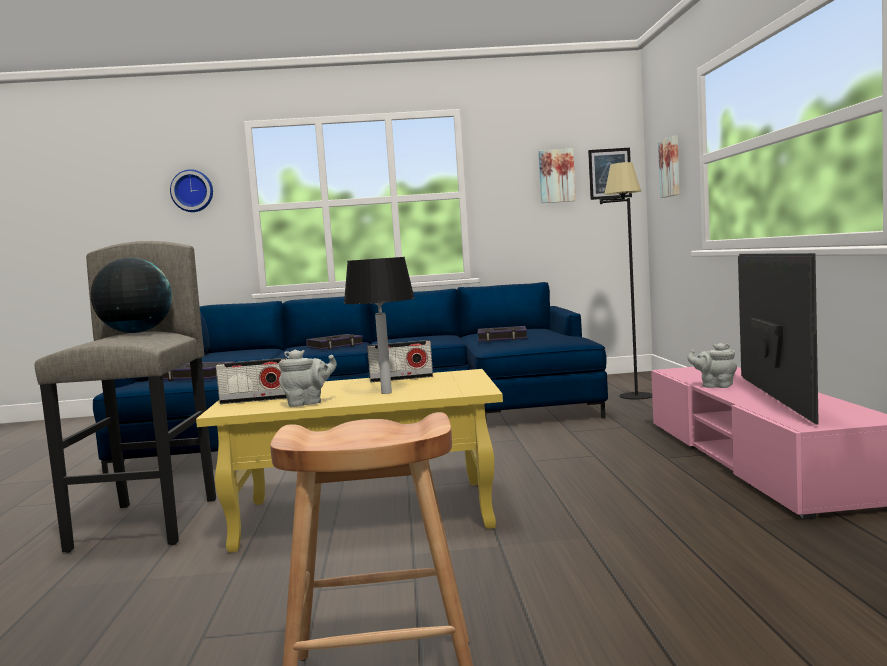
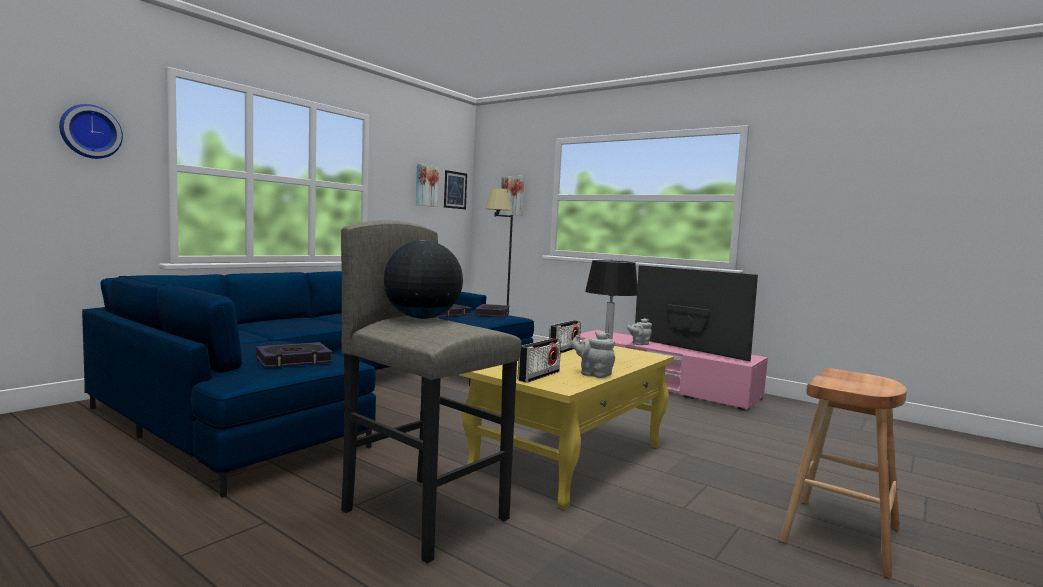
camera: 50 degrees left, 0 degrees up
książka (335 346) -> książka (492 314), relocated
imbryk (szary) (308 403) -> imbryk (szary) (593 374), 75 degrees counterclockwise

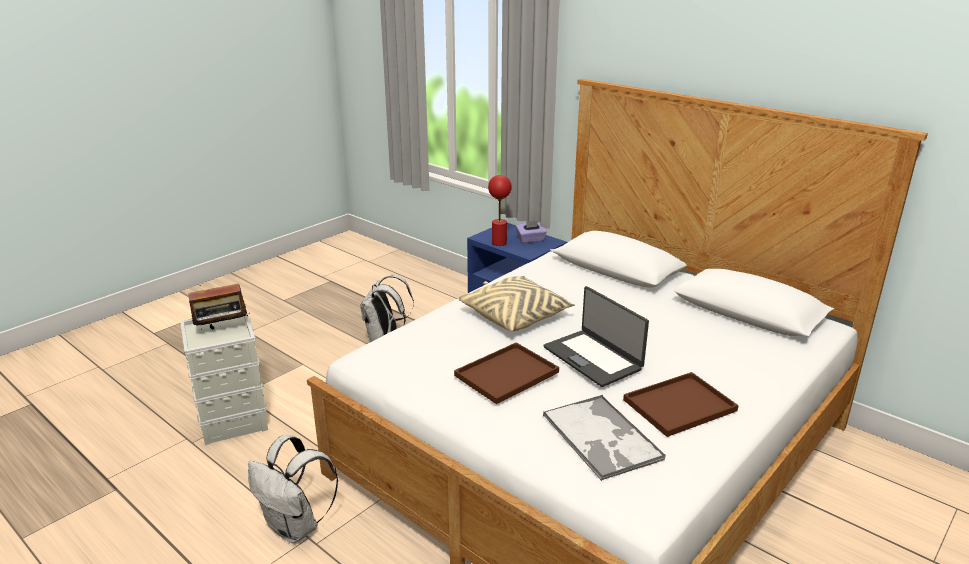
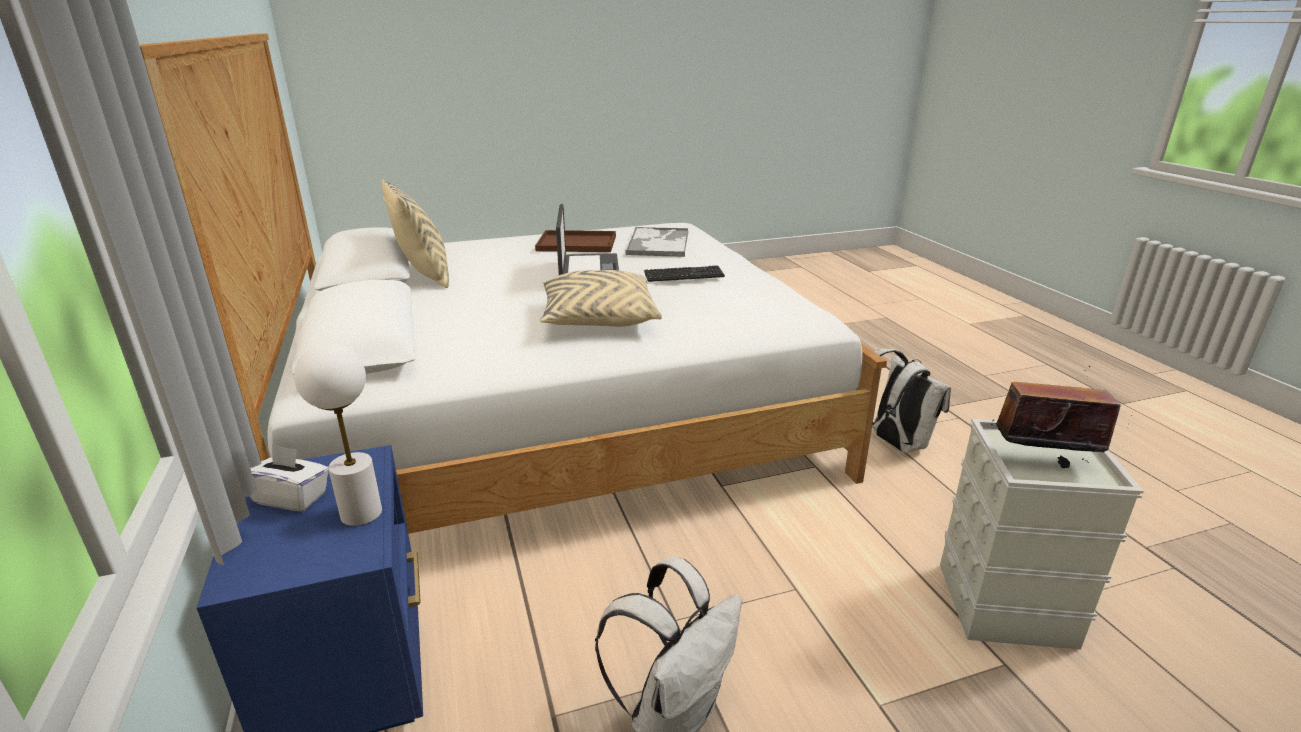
camera: 150 degrees left, 0 degrees up
none -> poduszka (beżowy) (424 276)
taca (brązowy) (506 375) -> klawiatura (684 275)
lampa stołowa (czerwony) (499 243) -> lampa stołowa (biały) (360 513)
pudełko chusteczek (fioletowy) (531 240) -> pudełko chusteczek (biały) (291 497)

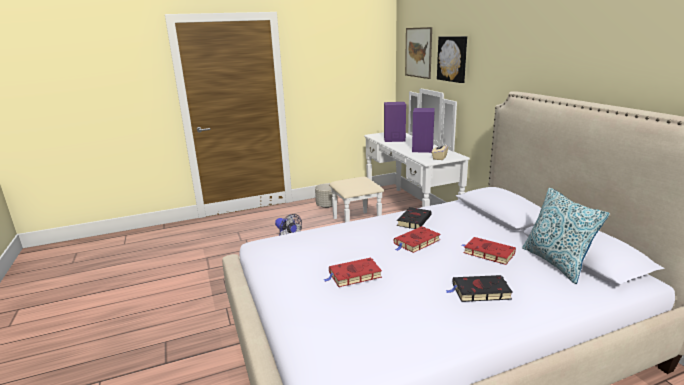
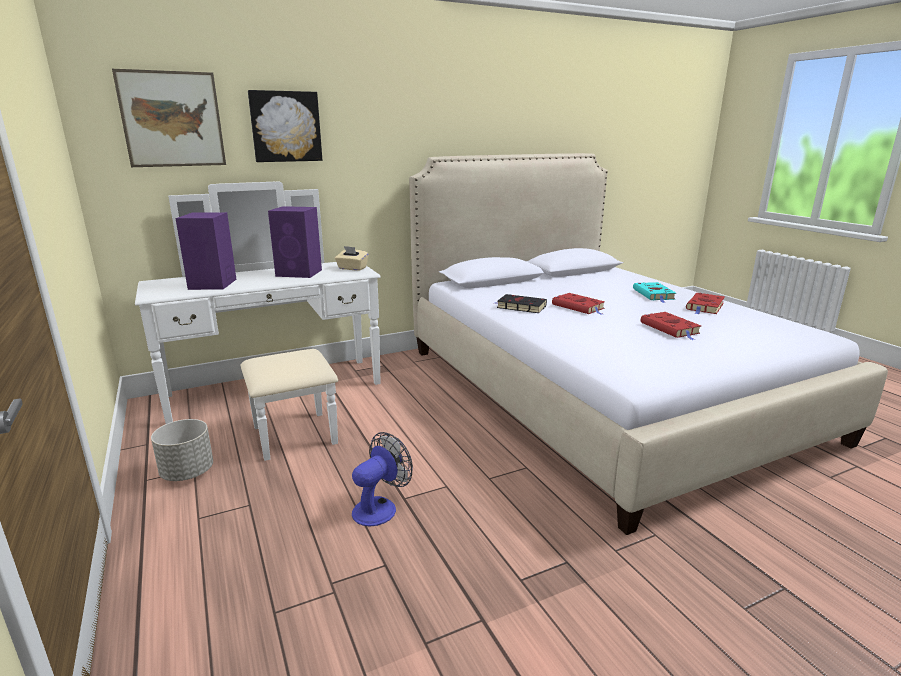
camera: 95 degrees left, 0 degrees up
poduszka (556 263) -> none
książka (czerwony) (487 253) -> książka (czerwony) (705 307), relocated
książka (czarny) (479 291) -> książka (turkusowy) (654 295)

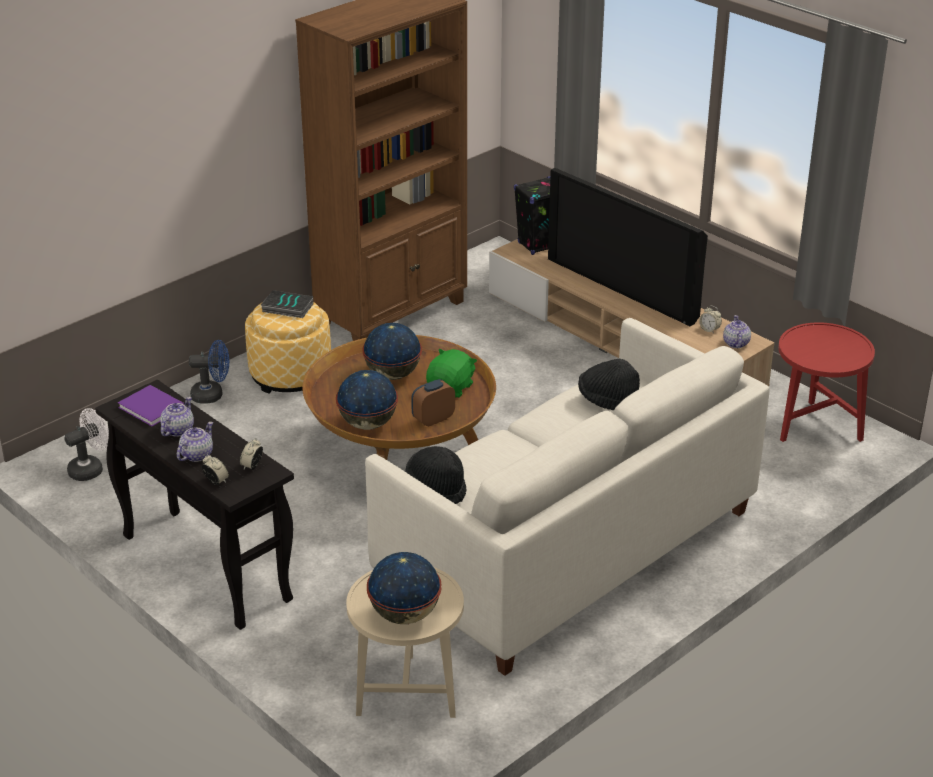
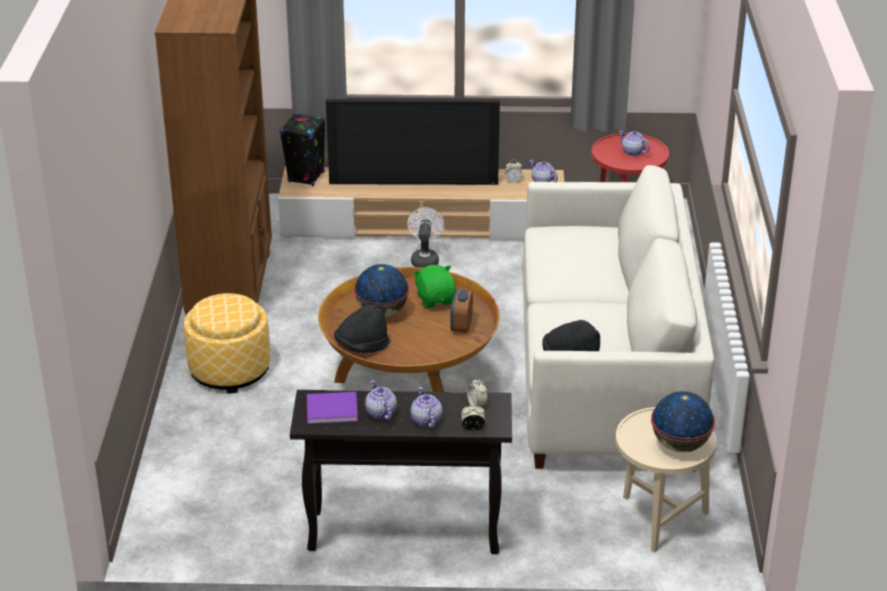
camera: 45 degrees left, 0 degrees up
wentylator (niebieski) (212 395) -> none
książka (287 308) -> none
globus (367 424) -> none
none -> imbryk (632 152)
wentylator (biały) (90 469) -> wentylator (biały) (425 259), relocated
kapelusz (czarny) (608 401) -> kapelusz (czarny) (362 346), relocated

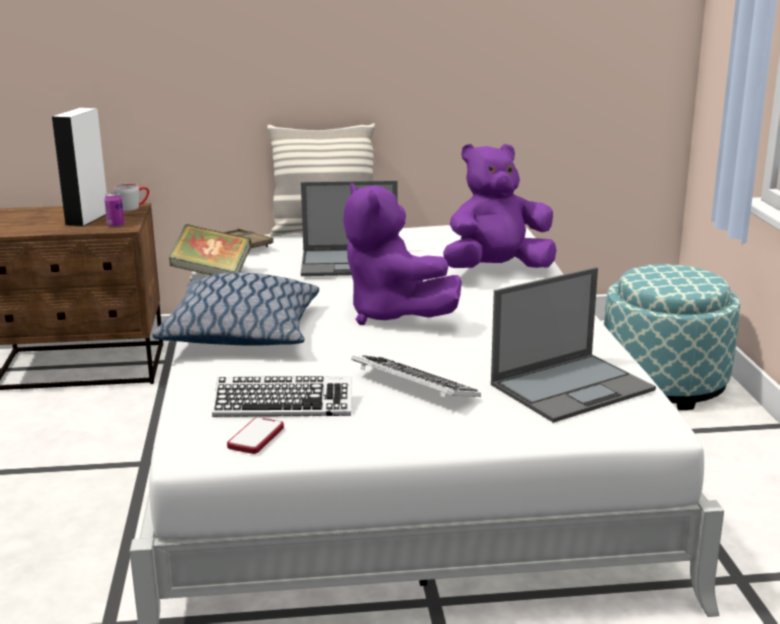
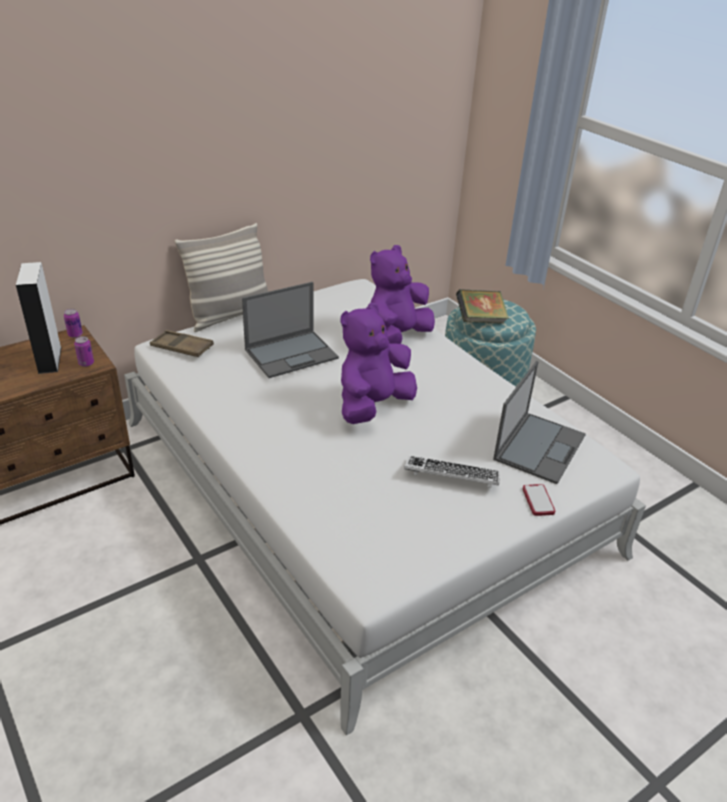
camera: 30 degrees left, 15 degrees up
poduszka (243 333) -> none
klawiatura (283 405) -> none
książka (212 274) -> książka (480 320), relocated
telefon (256 437) -> telefon (538 501), relocated
kubek (szary) (133 207) -> puszka (75 335)
pluszak (fioletowy) (392 315) -> pluszak (fioletowy) (372 406), 105 degrees clockwise

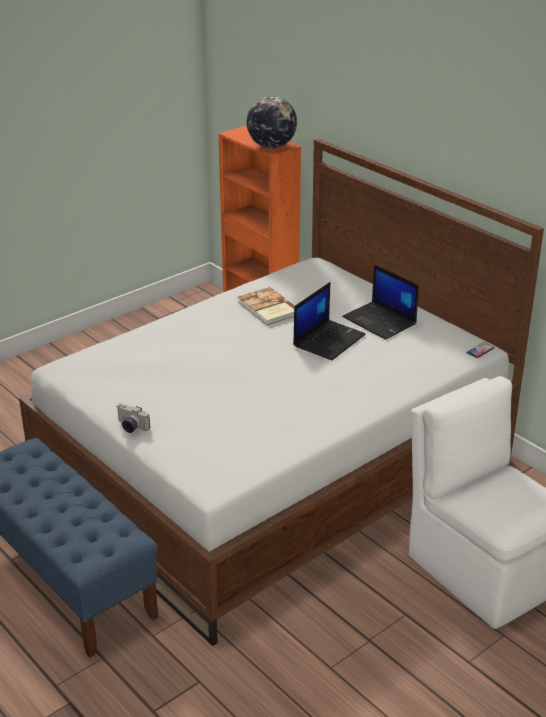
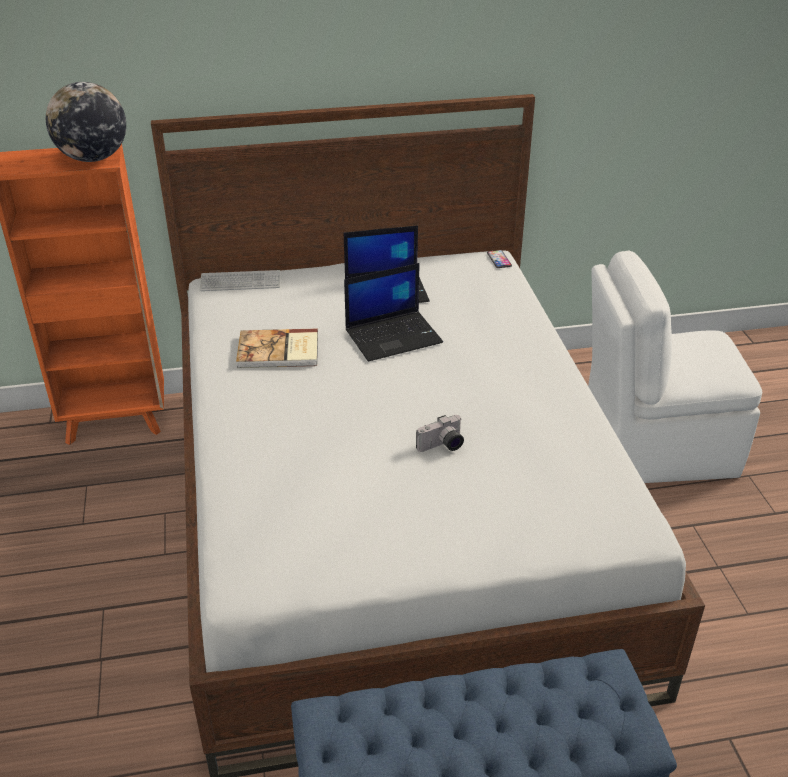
camera: 60 degrees left, 5 degrees up
none -> klawiatura (240 282)
aparat fotograficzny (130 427) -> aparat fotograficzny (442 446), relocated
laptop (329 340) -> laptop (394 336), 90 degrees clockwise

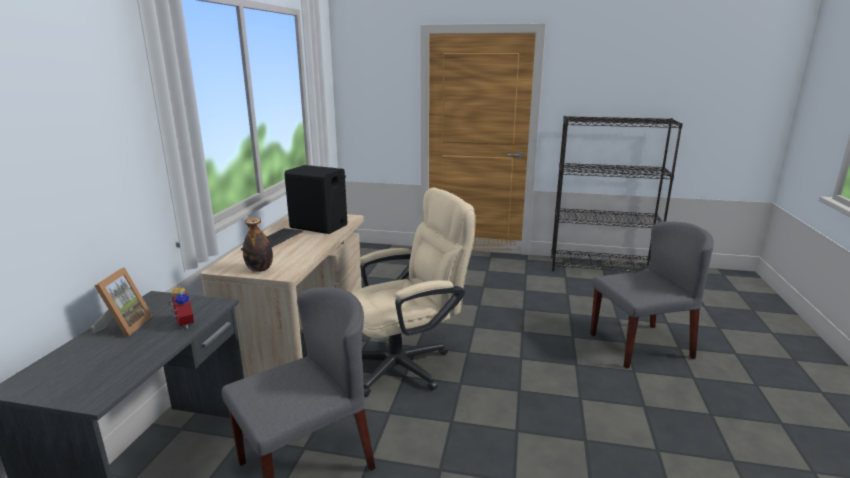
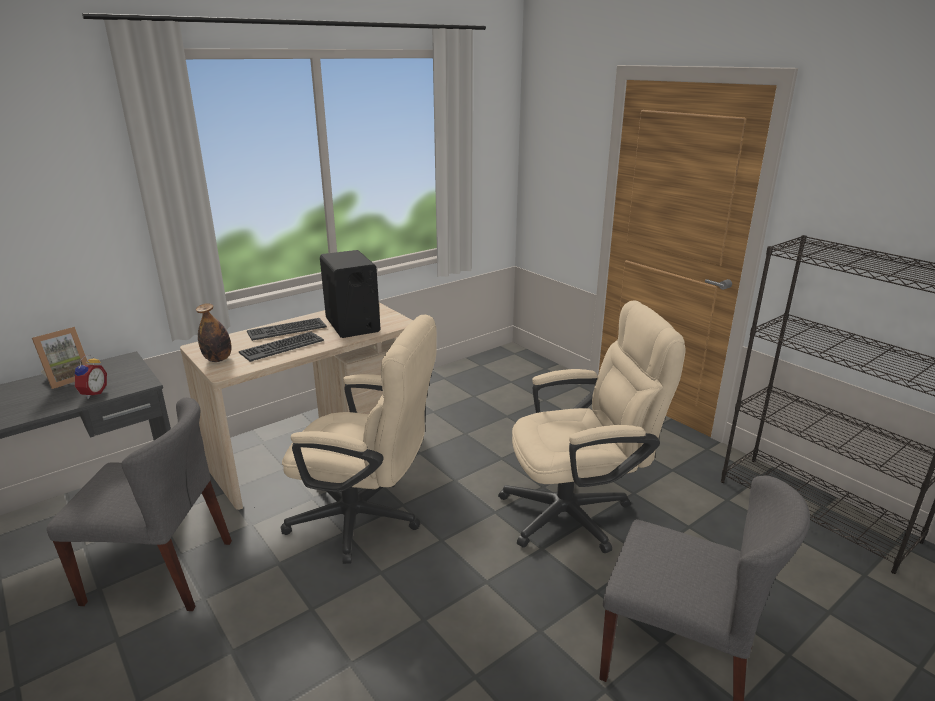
camera: 40 degrees right, 5 degrees up
none -> klawiatura (282 346)
none -> krzesło biurowe (beżowy) (578 512)

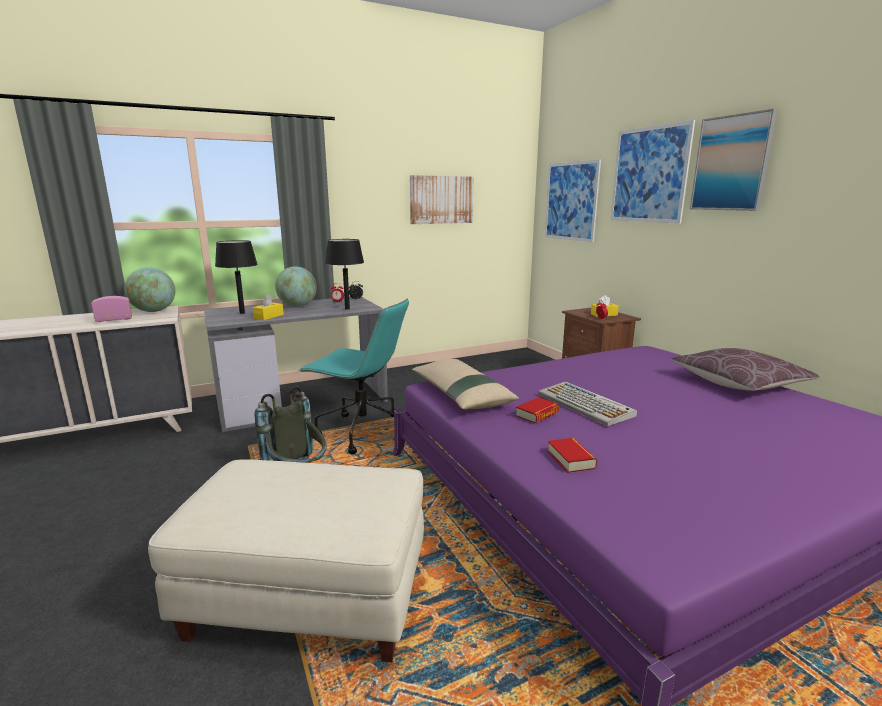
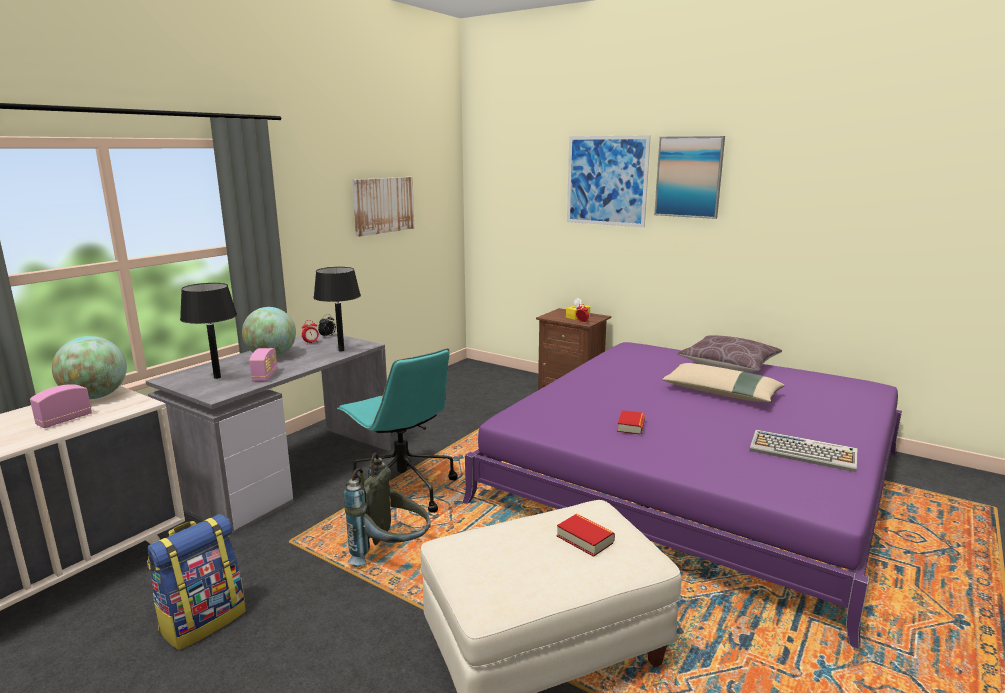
camera: 30 degrees left, 0 degrees up
obraz (571 201) -> none
none -> plecak (203 621)
poduszka (beżowy) (460 394) -> poduszka (beżowy) (721 393), relocated
klawiatura (586 405) -> klawiatura (803 452), relocated
książka (570 459) -> książka (585 539), relocated
pudełko chusteczek (żółty) (269 316) -> radio (265 376)
krzesło biurowe (turkusowy) (361 432) -> krzesło biurowe (turkusowy) (402 489), 60 degrees clockwise

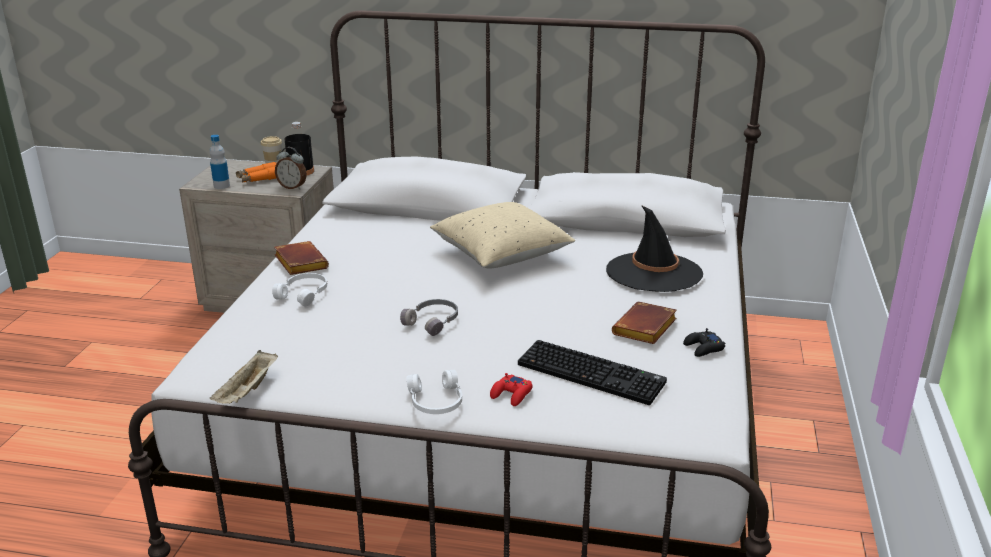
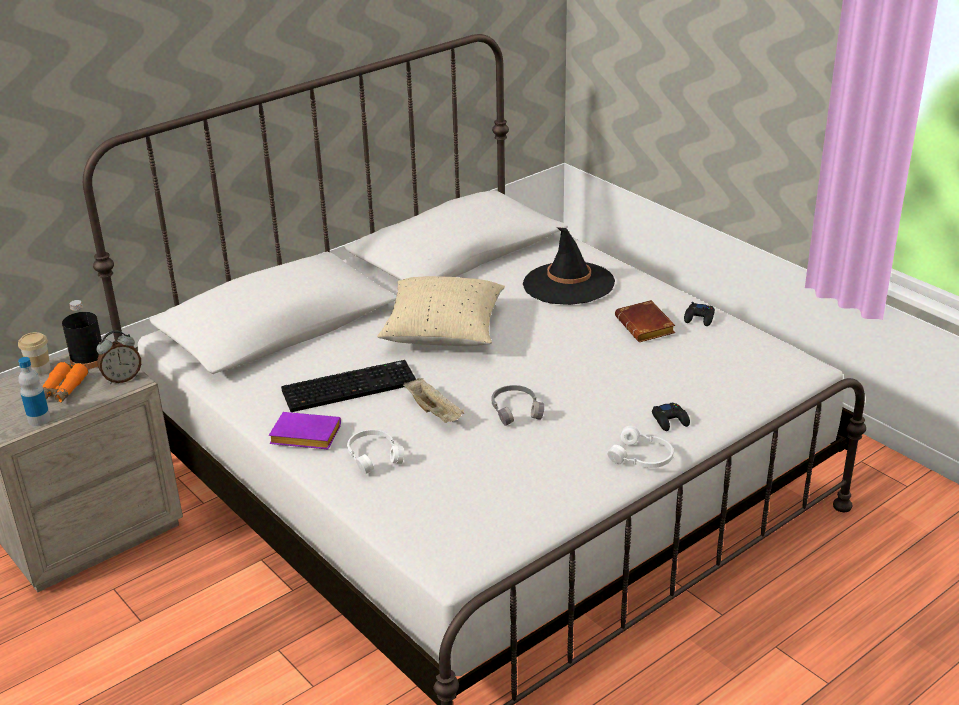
camera: 50 degrees left, 5 degrees up
taca (beżowy) (248 391) -> taca (beżowy) (434 412), relocated
klawiatura (593 373) -> klawiatura (350 386), relocated
książka (brązowy) (299 263) -> książka (fioletowy) (303 437)
pad do gier (czerwony) (511 394) -> pad do gier (czarny) (670 420)

